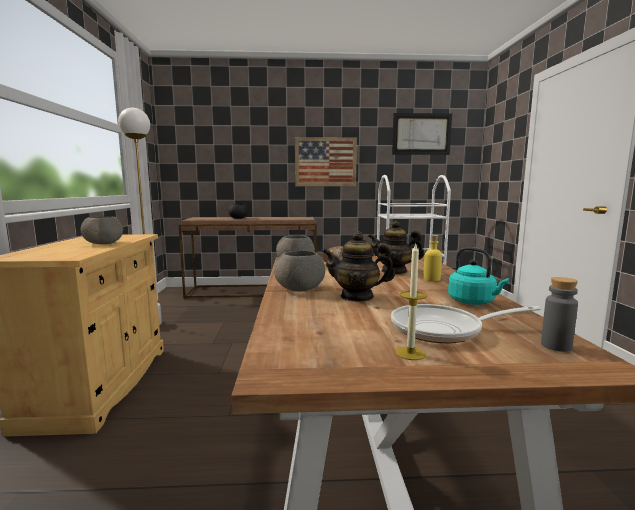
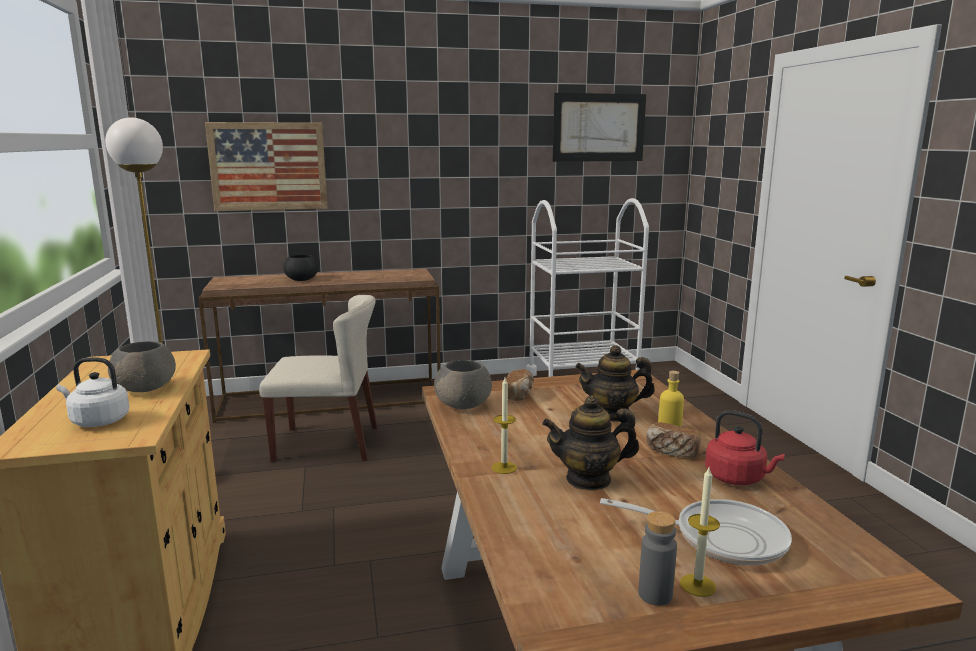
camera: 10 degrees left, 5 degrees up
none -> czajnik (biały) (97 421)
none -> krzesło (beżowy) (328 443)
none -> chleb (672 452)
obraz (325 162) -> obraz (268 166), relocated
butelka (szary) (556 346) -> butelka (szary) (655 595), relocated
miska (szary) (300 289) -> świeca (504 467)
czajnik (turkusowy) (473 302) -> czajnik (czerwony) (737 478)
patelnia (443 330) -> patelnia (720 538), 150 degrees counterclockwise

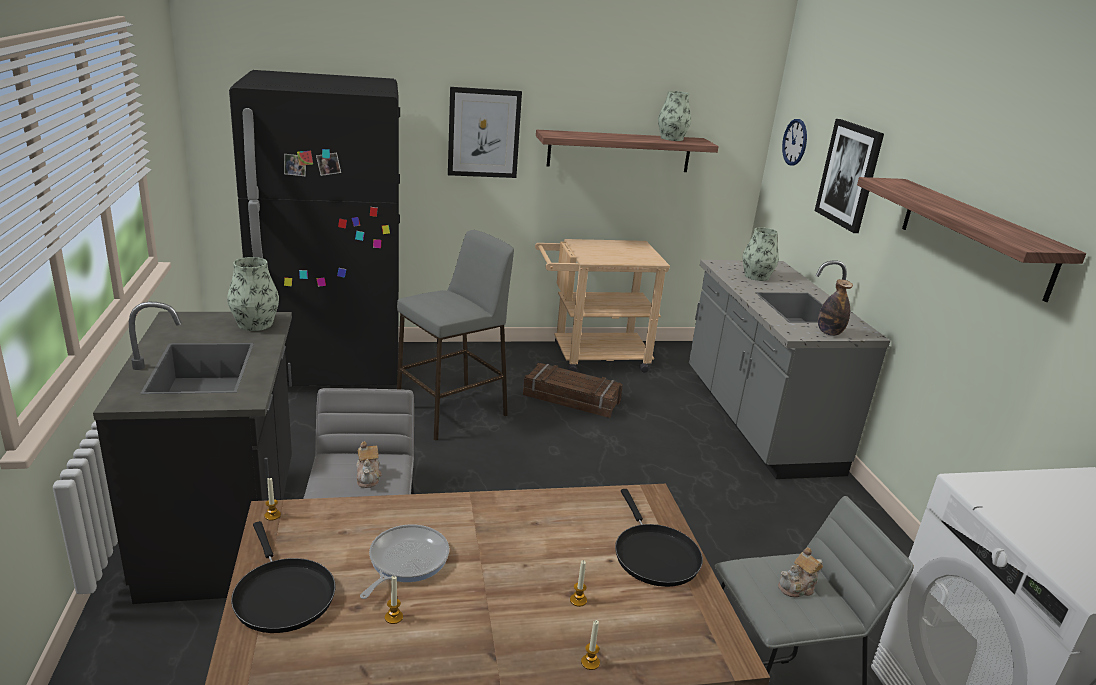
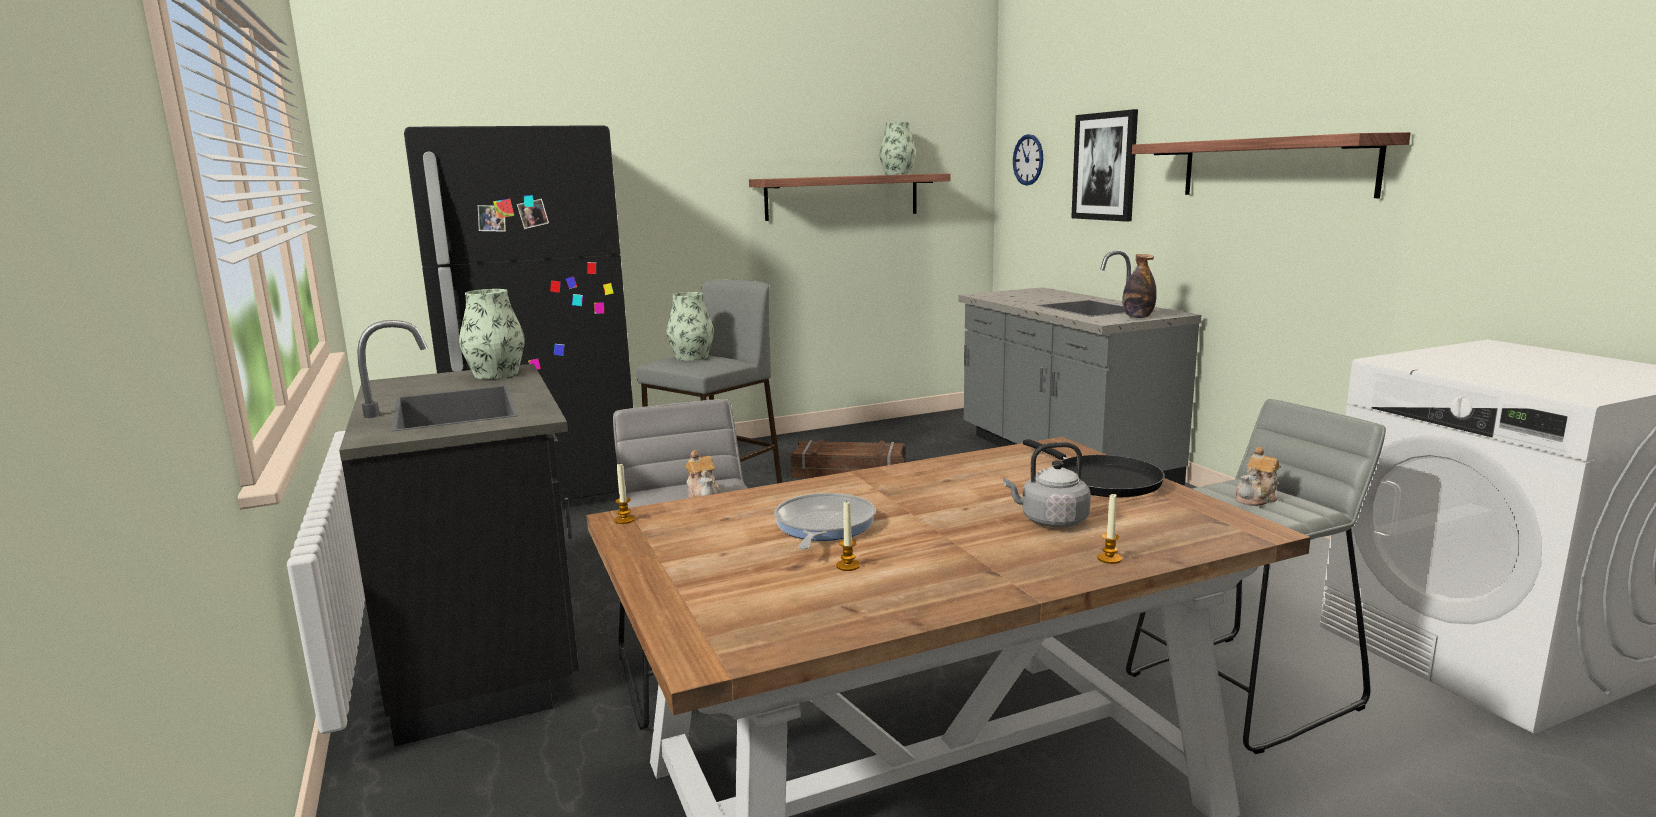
camera: 10 degrees left, 10 degrees down
patelnia (czarny) (282 595) -> none
obraz (484 133) -> none
wózek (beżowy) (591 357) -> none
wazon (756 276) -> wazon (691 357), relocated
świeca (578 600) -> czajnik (szary) (1050 521)

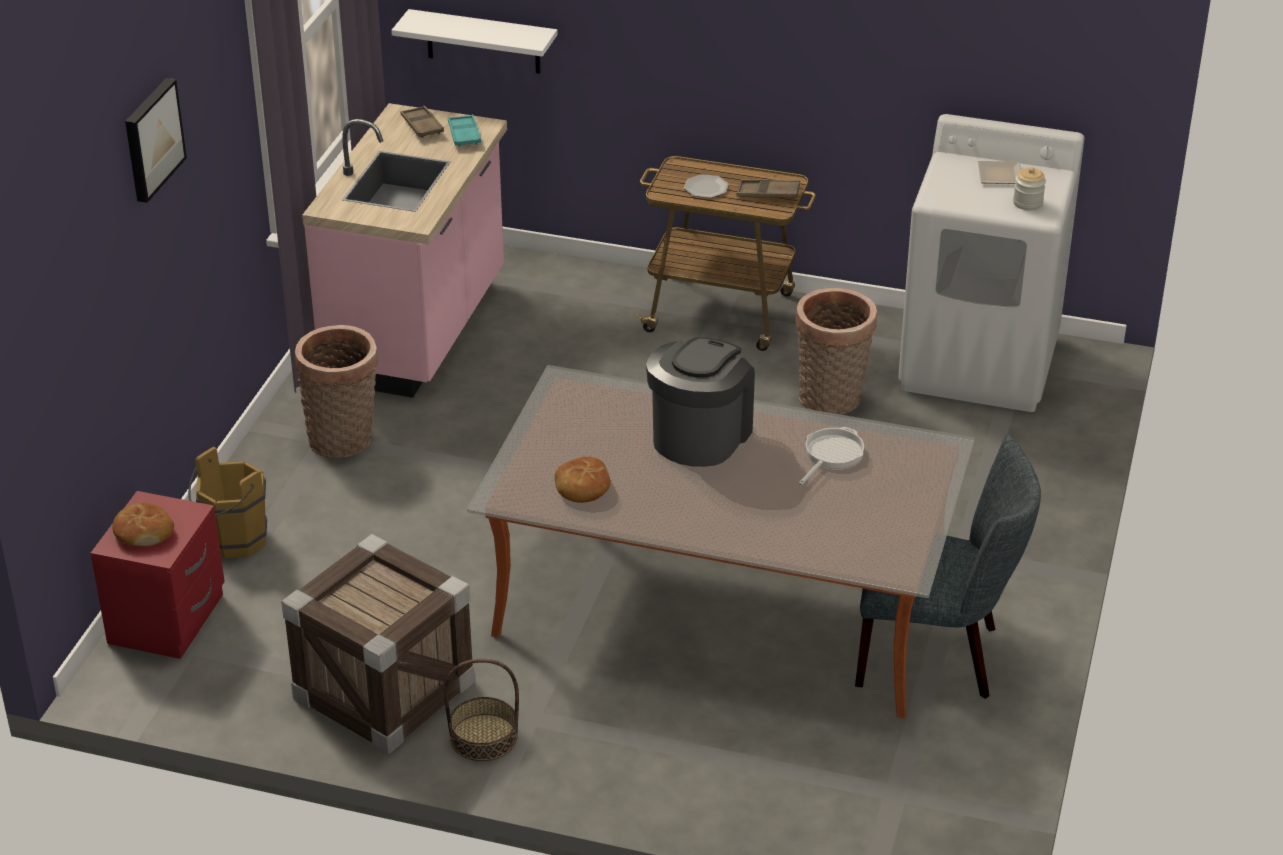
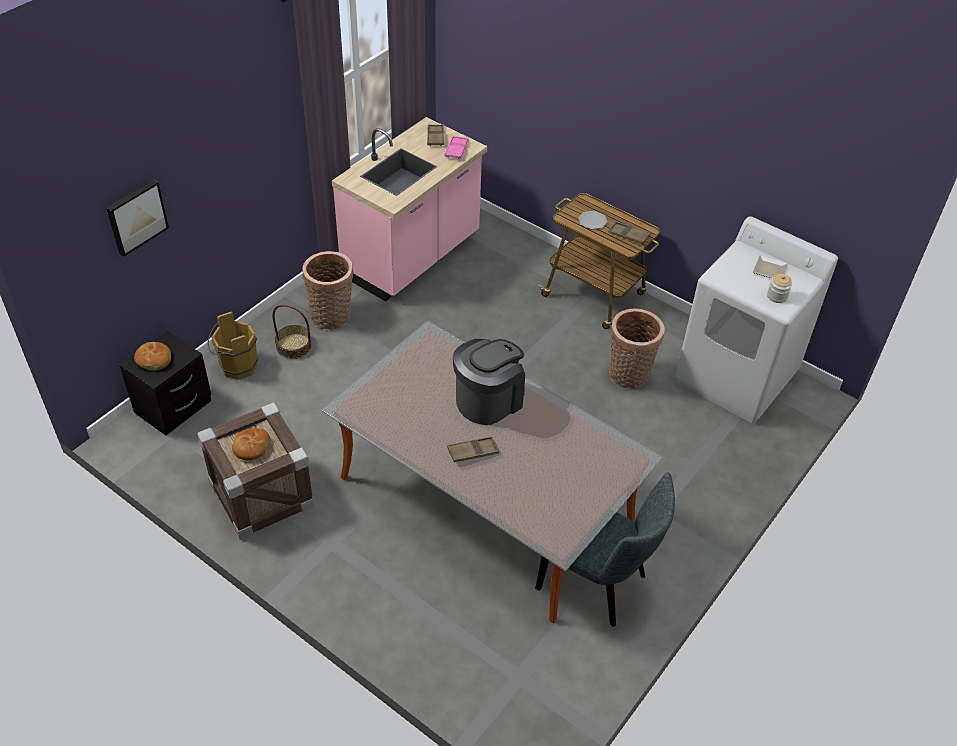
camera: 20 degrees right, 10 degrees up
półka (biały) (483 42) -> none
patelnia (831 455) -> none
none -> taca (brązowy) (472 452)
obraz (151 139) -> obraz (136 216), relocated
koszyk (483 737) -> koszyk (294 346), relocated
chleb (582 487) -> chleb (251 448), relocated
szafka nocna (czerwony) (169 620) -> szafka nocna (czarny) (174 407)
taca (turkusowy) (464 135) -> taca (różowy) (456 150)

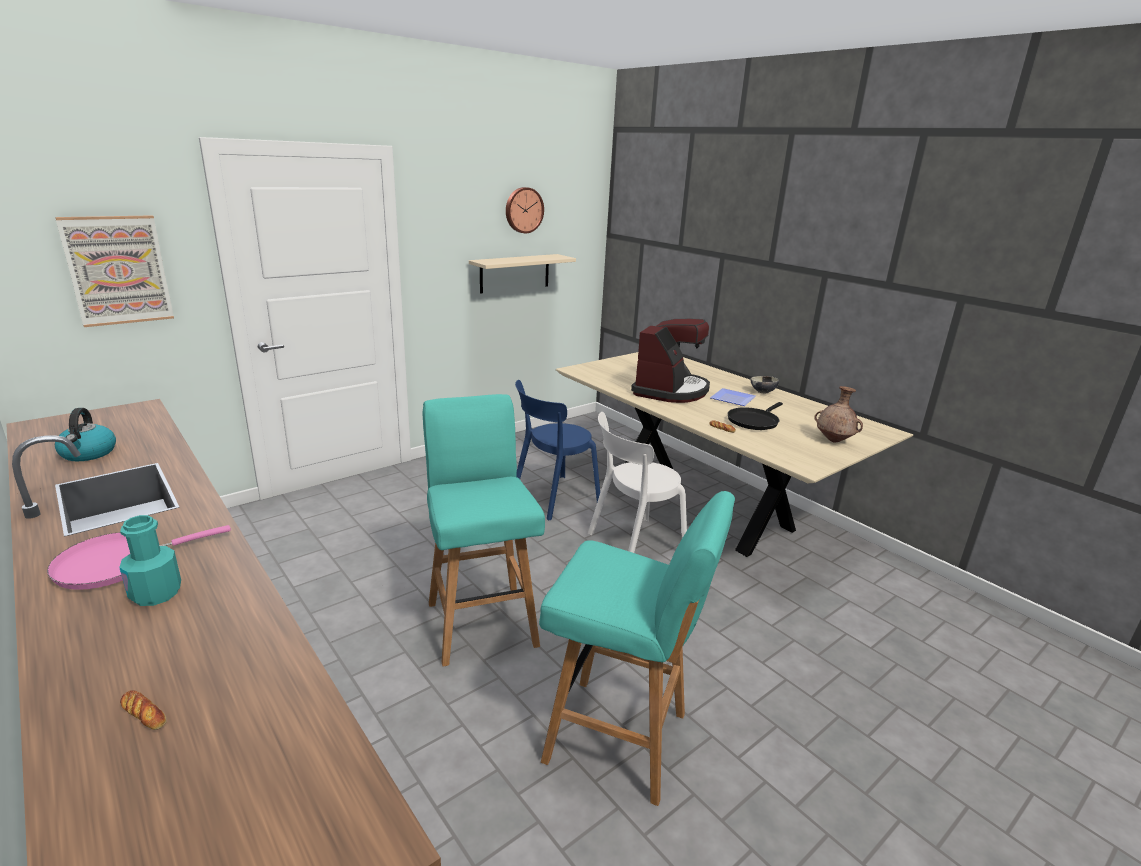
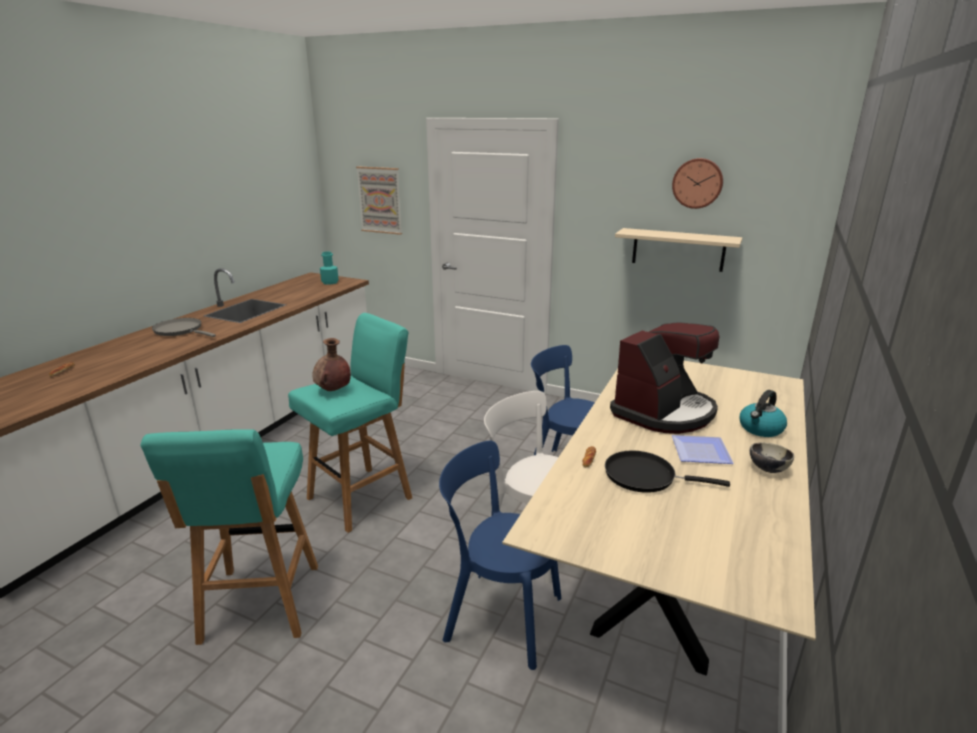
camera: 65 degrees right, 0 degrees up
none -> krzesło (niebieski) (498 615)
czajnik (88 453) -> czajnik (760 429), relocated
butelka (turkusowy) (156 593) -> butelka (turkusowy) (330 282), relocated
wazon (brązowy) (834 440) -> wazon (brązowy) (333 390), relocated
patelnia (różowy) (117 563) -> patelnia (szary) (180 330)
ekspres do kawy (670 390) -> ekspres do kawy (664 412), 45 degrees counterclockwise

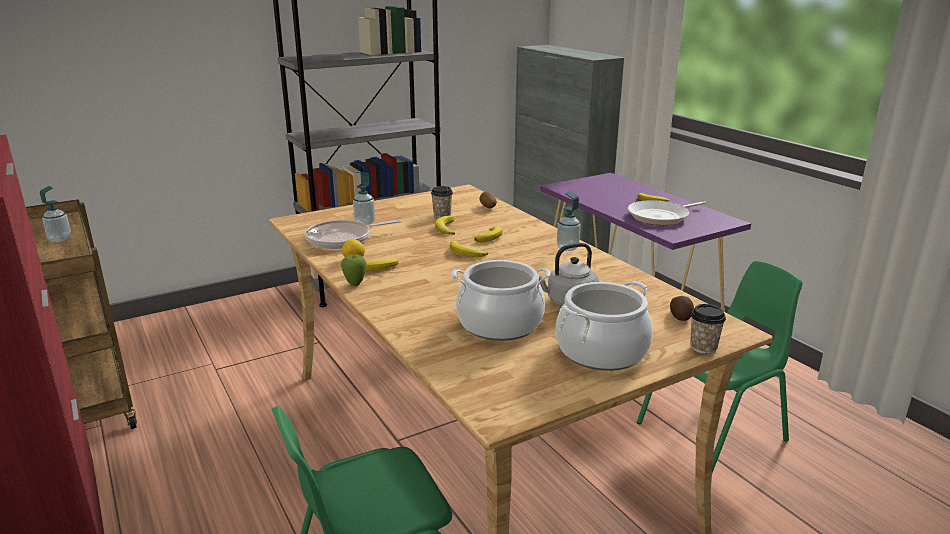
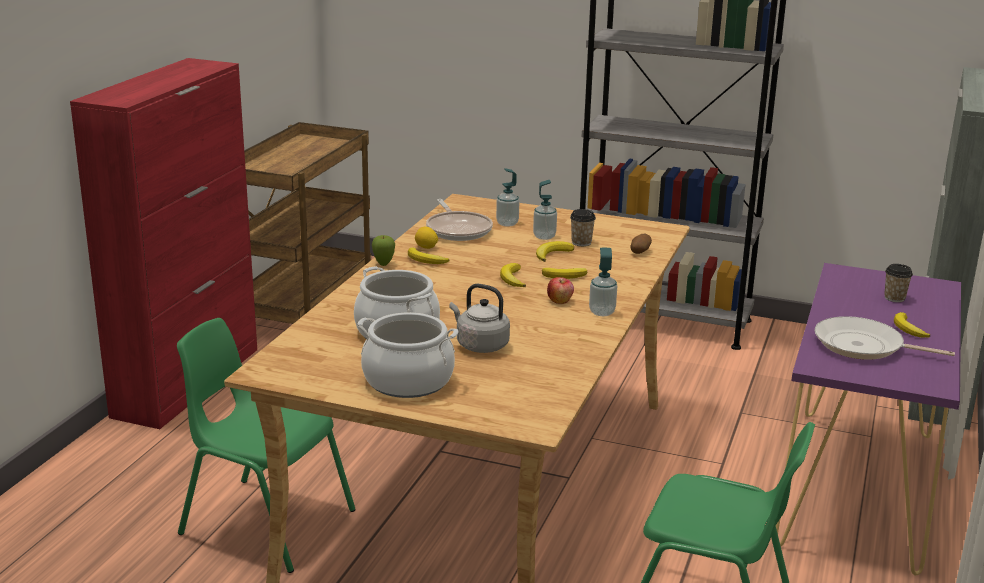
camera: 50 degrees right, 0 degrees up
ziemniak (680 316) -> none
none -> jabłko (560 300)
dozownik mydła (60 239) -> dozownik mydła (544 236), relocated
filiżanka (703 347) -> filiżanka (894 298), relocated
patelnia (343 239) -> patelnia (458 230), 135 degrees counterclockwise

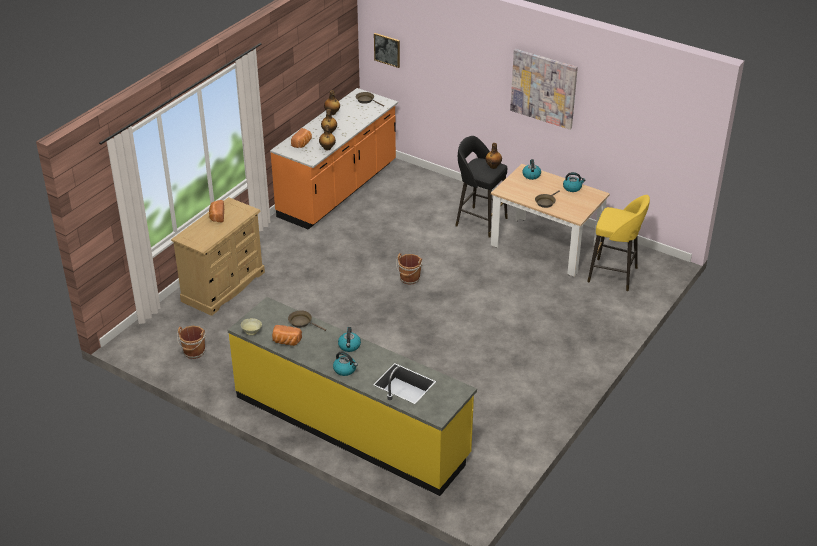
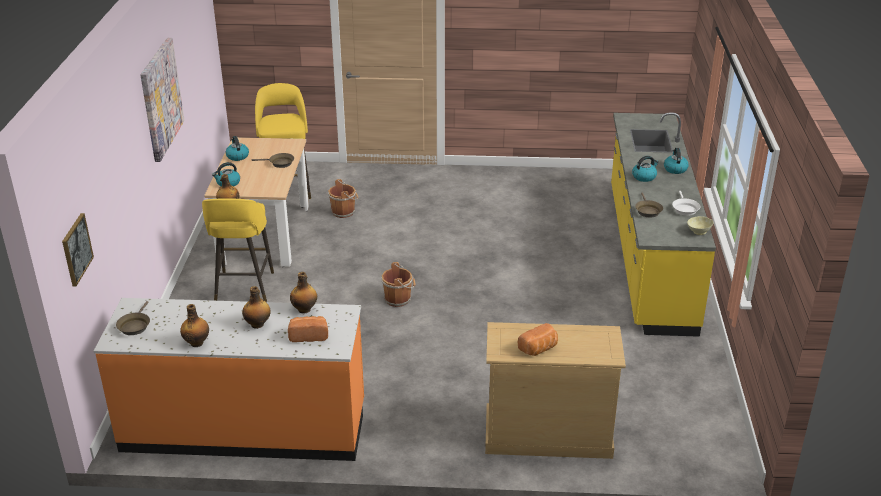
camera: 120 degrees left, 5 degrees down
wiadro (brązowy) (194 352) -> wiadro (brązowy) (344 212), relocated
chleb (286 342) -> patelnia (biały) (684 209)
stołek (czarny) (479 221) -> stołek (żółty) (243 288)

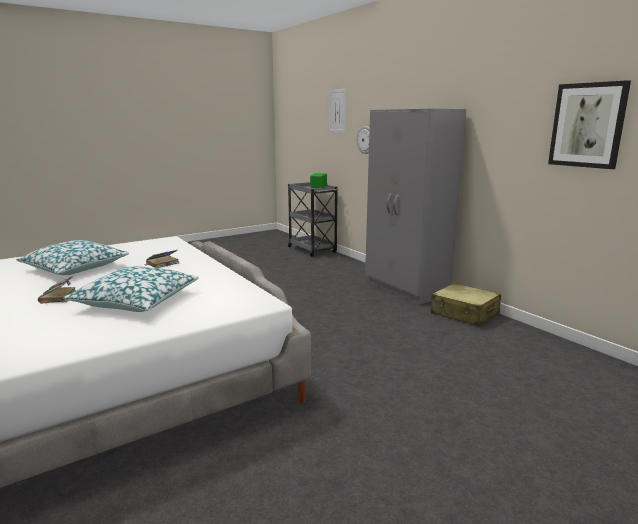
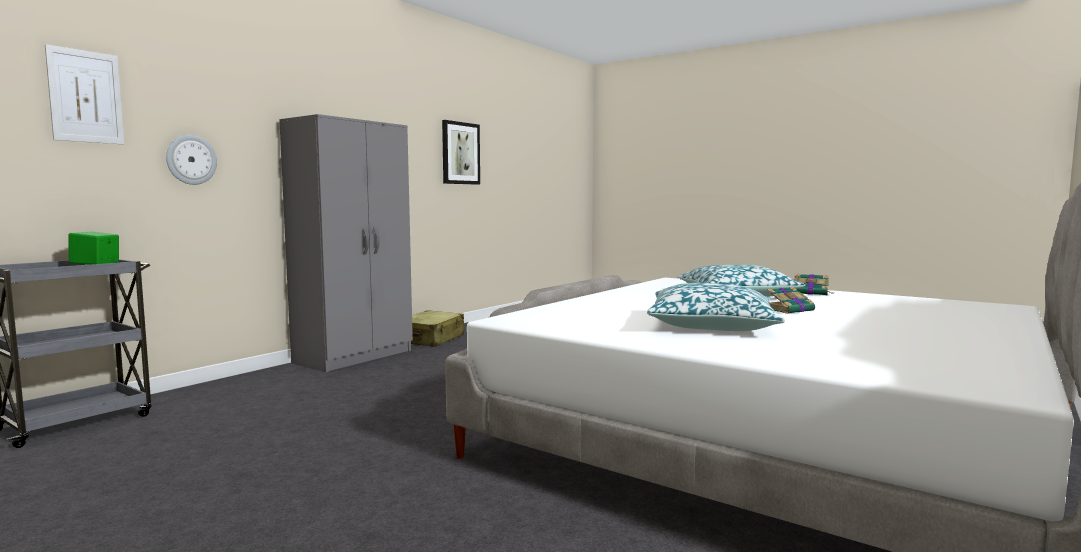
camera: 110 degrees left, 10 degrees down
książka (162 264) -> książka (811 293), relocated

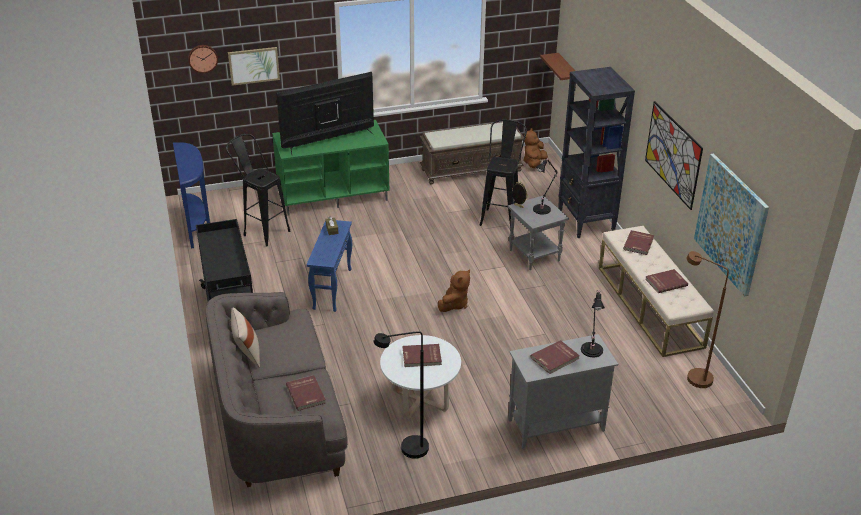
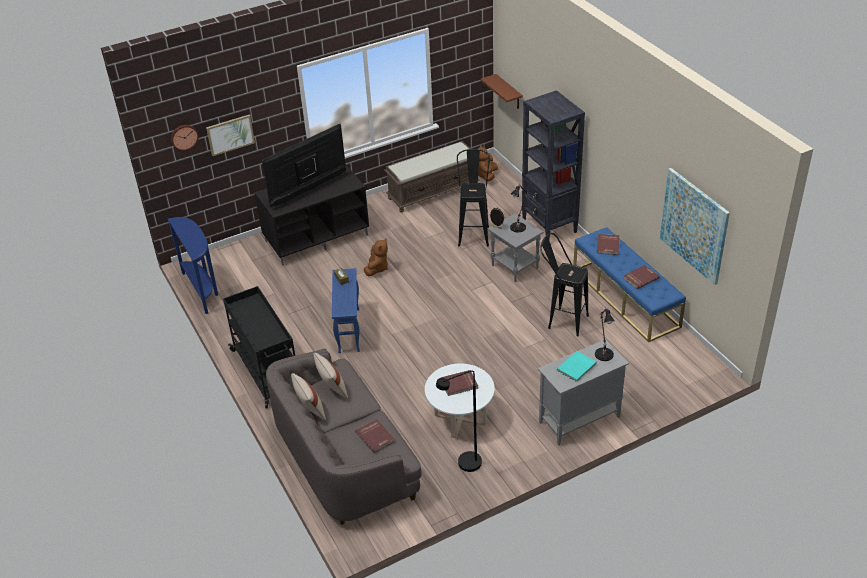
camera: 10 degrees left, 5 degrees up
obraz (673 154) -> none
lampa stojąca (brązowy) (692 376) -> none
none -> poduszka (beżowy) (332 389)
stołek (czarny) (262 231) -> stołek (czarny) (561 320), relocated
pluszak (brązowy) (454 304) -> pluszak (brązowy) (377 268), relocated
szafka pod telewizor (zielony) (333 194) -> szafka pod telewizor (czarny) (317 237)
książka (czerwony) (555 358) -> książka (turkusowy) (577 368)
ławka (beżowy) (649 306) -> ławka (niebieski) (625 297)

